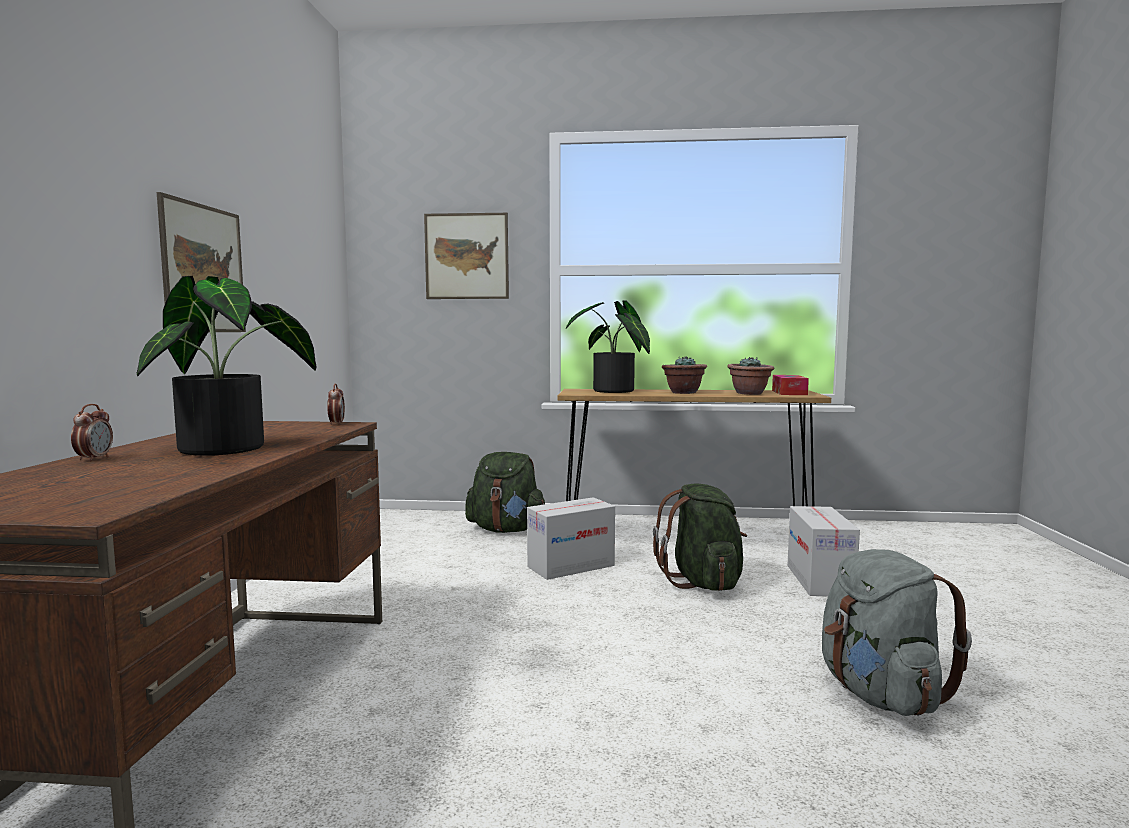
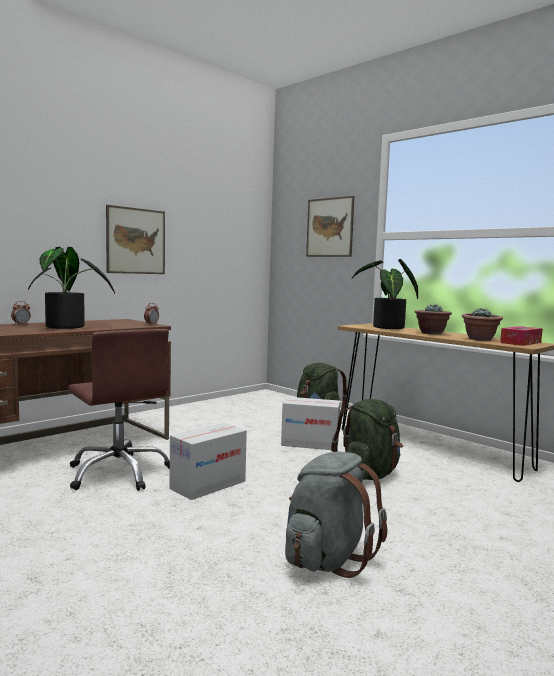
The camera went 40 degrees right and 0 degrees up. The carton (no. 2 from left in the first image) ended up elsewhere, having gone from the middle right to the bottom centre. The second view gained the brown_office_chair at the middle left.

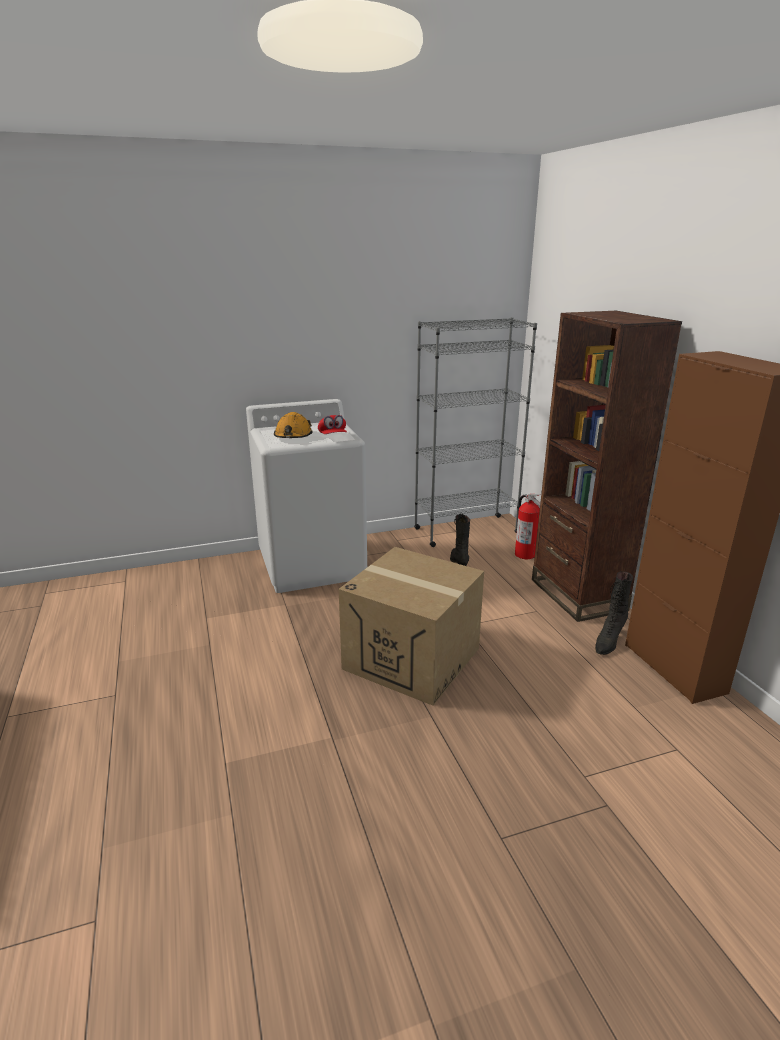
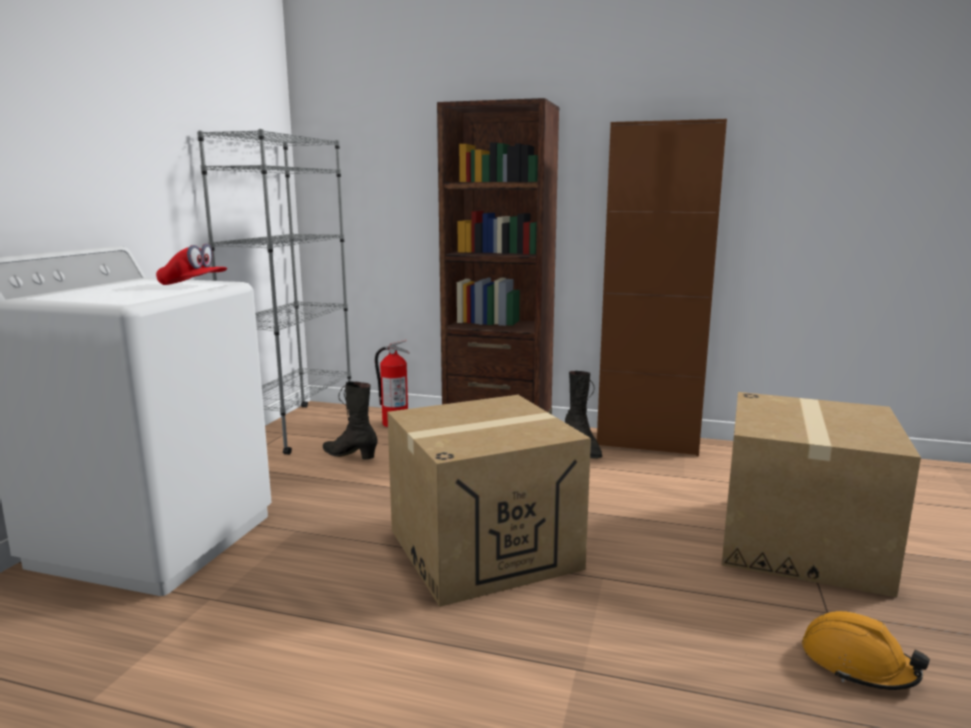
The camera went 55 degrees left and 10 degrees down. The orangey_hard_hat ended up elsewhere, having gone from the centre to the bottom right. The second view gained the carton (no. 2 from left) at the bottom right.

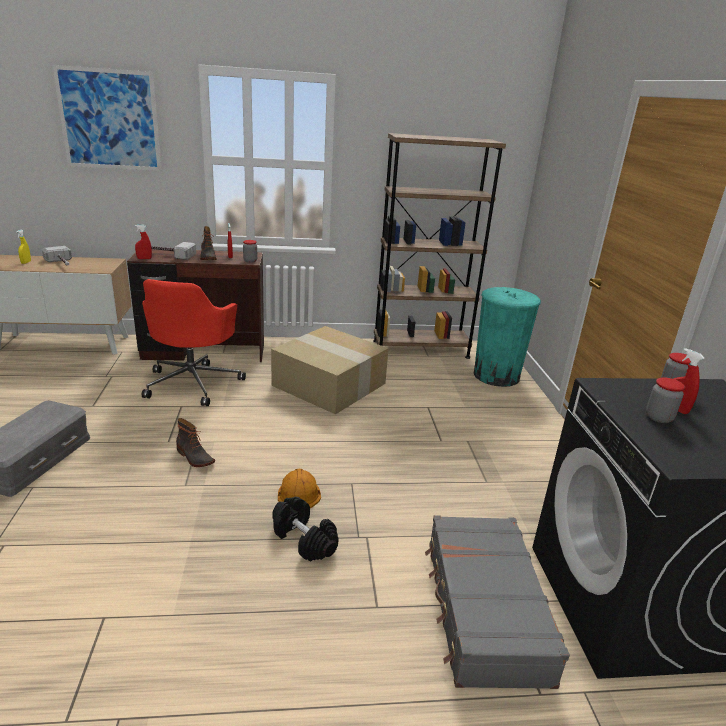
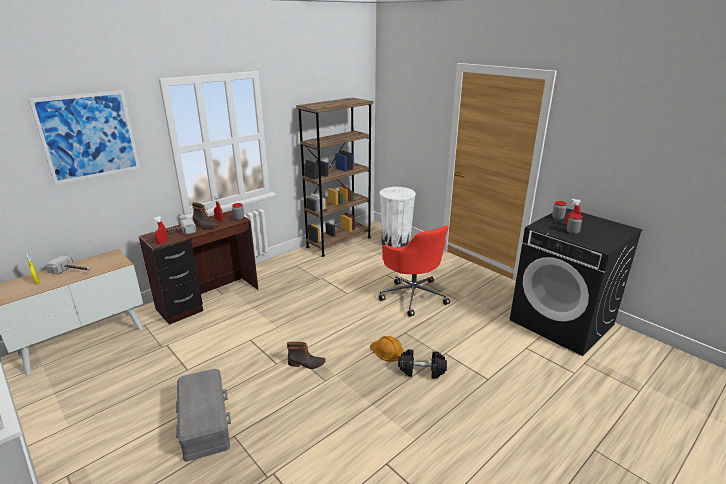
The camera went 35 degrees left and 0 degrees up. The reddish_office_chair ended up elsewhere, having gone from the middle left to the centre. What was the turquoise-coloured_rubbish_bin at the middle right turned into the white-coloured_rubbish_bin at the centre. The second view lost the carton at the centre. The second view lost the gray_suitcase at the bottom right.

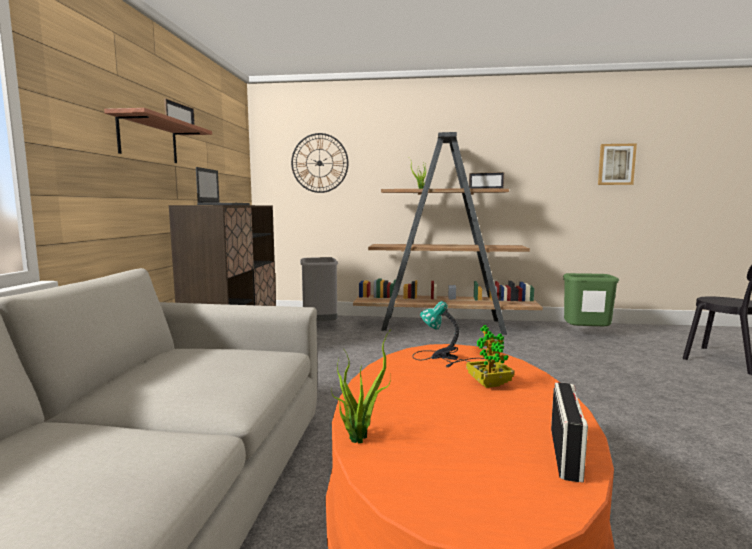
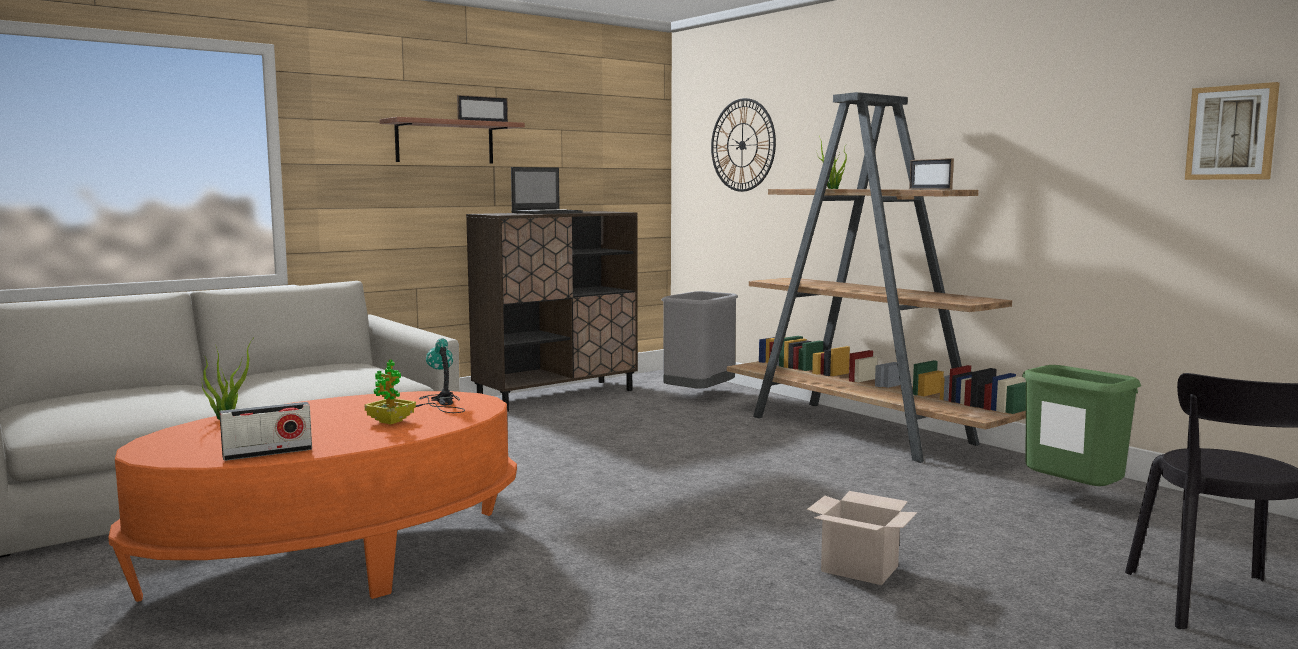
The camera went 45 degrees right and 0 degrees up. The second view gained the carton at the bottom centre.

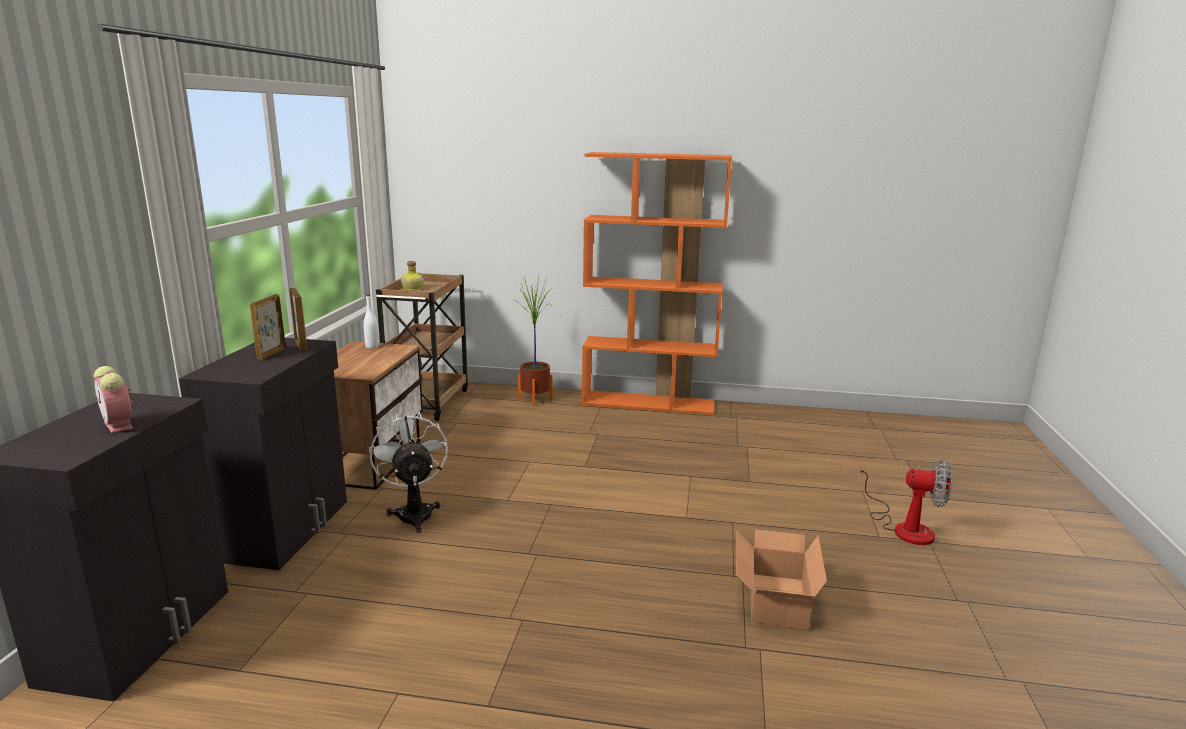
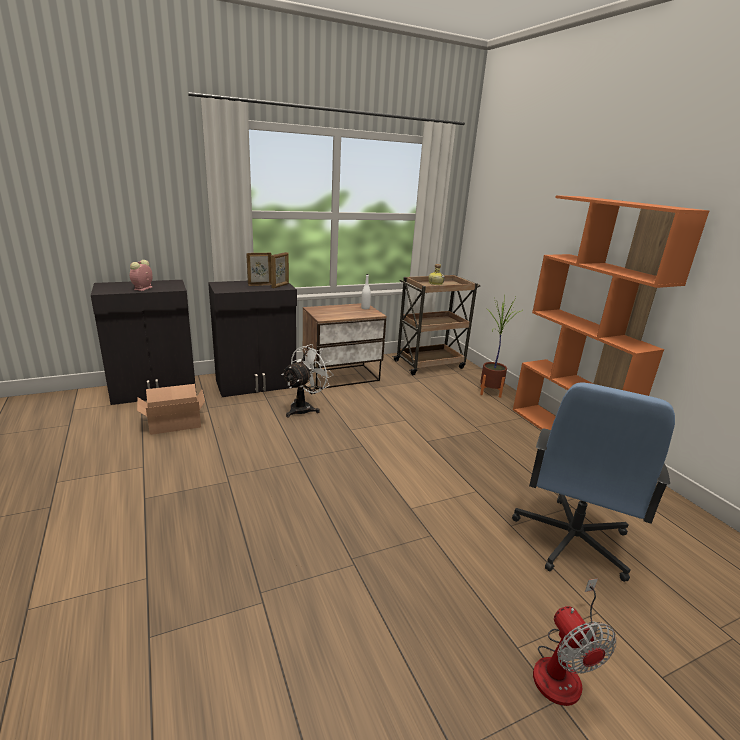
The camera went 55 degrees right and 5 degrees up. The carton ended up elsewhere, having gone from the bottom centre to the middle left. The second view gained the blue_office_chair at the middle right.

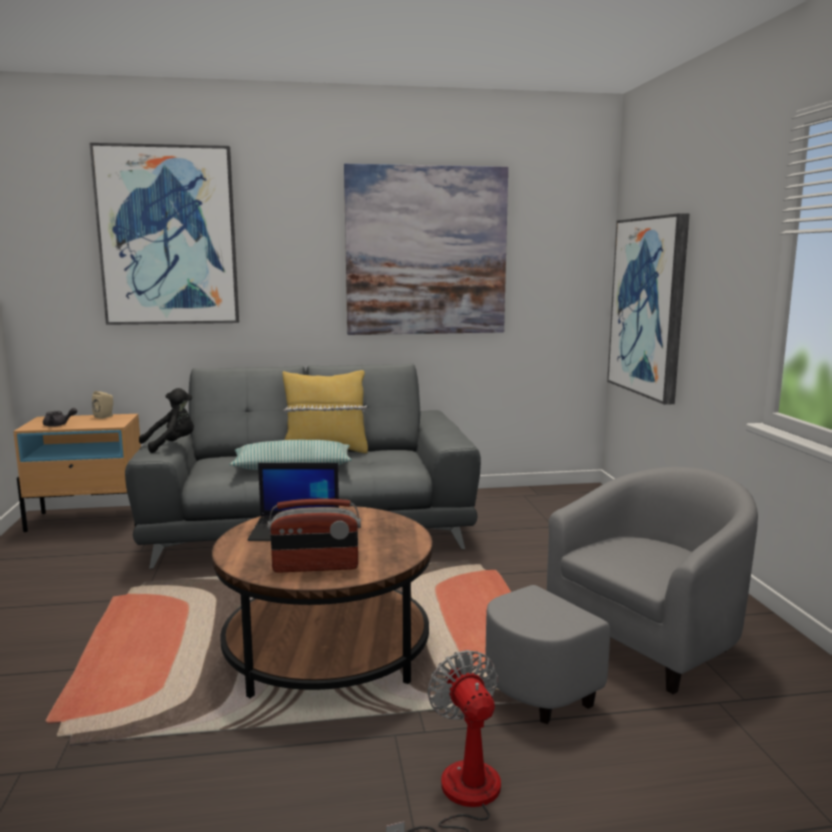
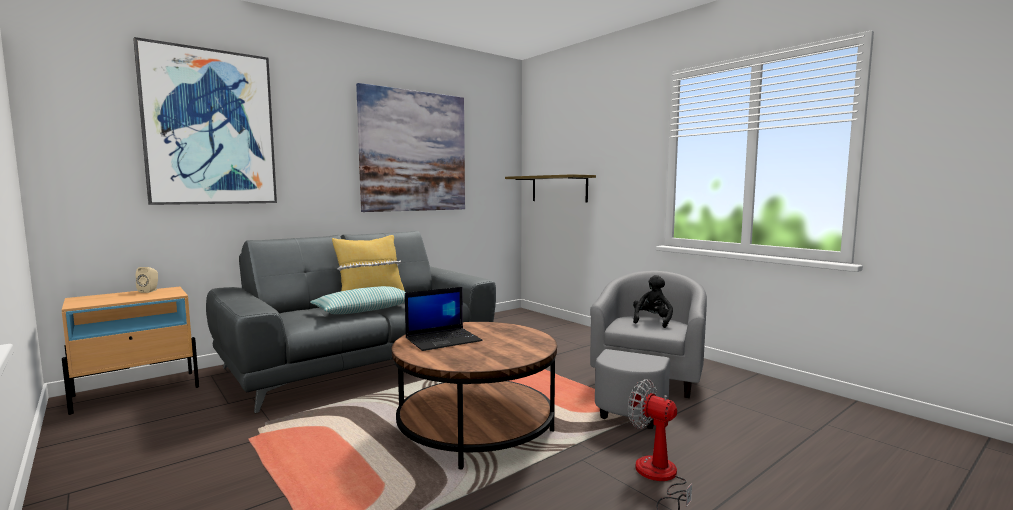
The camera went 30 degrees left and 5 degrees down. Where the wall_picture (no. 3 from left) hung at the middle right, the wall_shelf came to hang at the centre. The blackish_plush_toy ended up elsewhere, having gone from the middle left to the centre. The second view lost the gray_pot_for_tea at the middle left. The second view lost the radio_receiver at the centre.

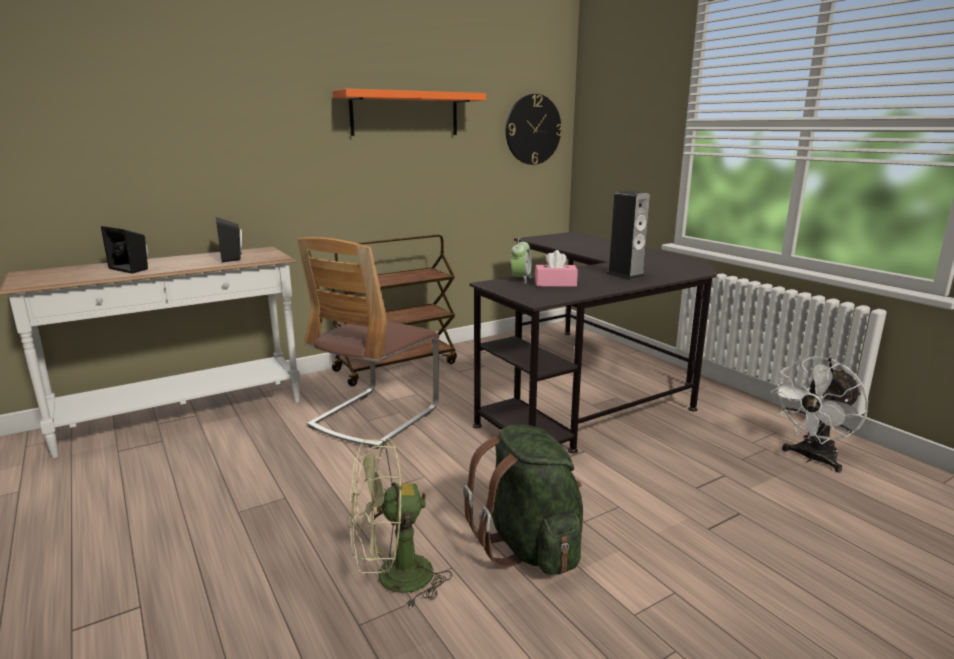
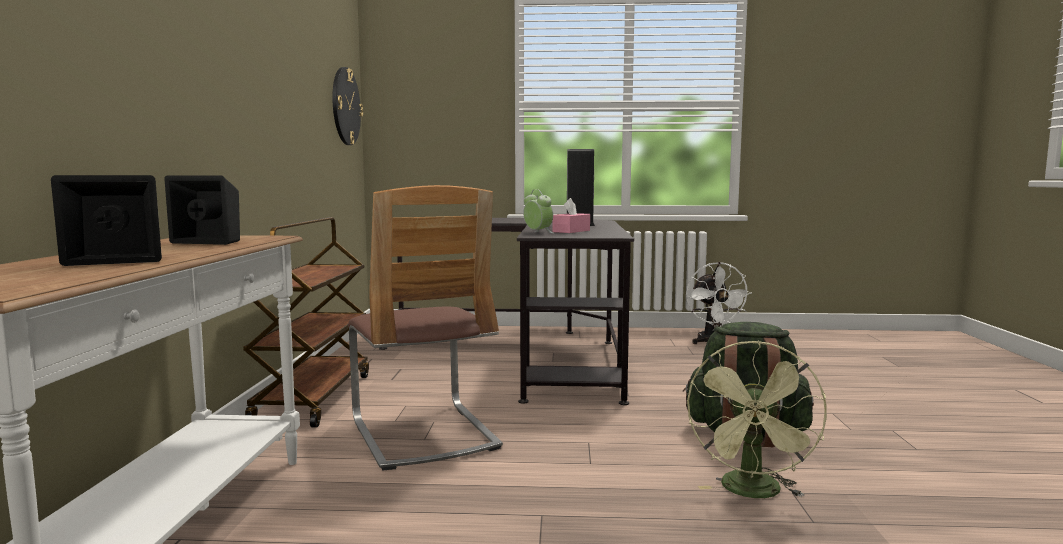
The camera went 55 degrees left and 10 degrees down. The second view lost the orangey_wall_shelf at the top centre.

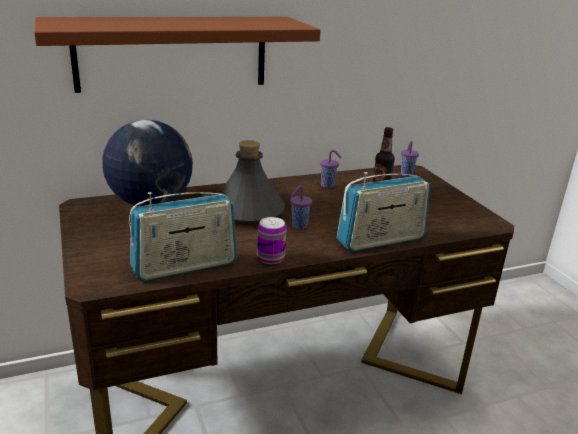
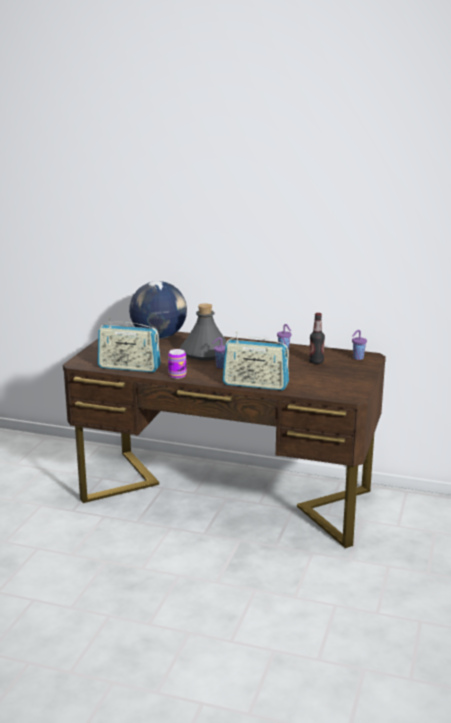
The camera went 40 degrees right and 5 degrees down. The second view lost the brown_wall_shelf at the top left.

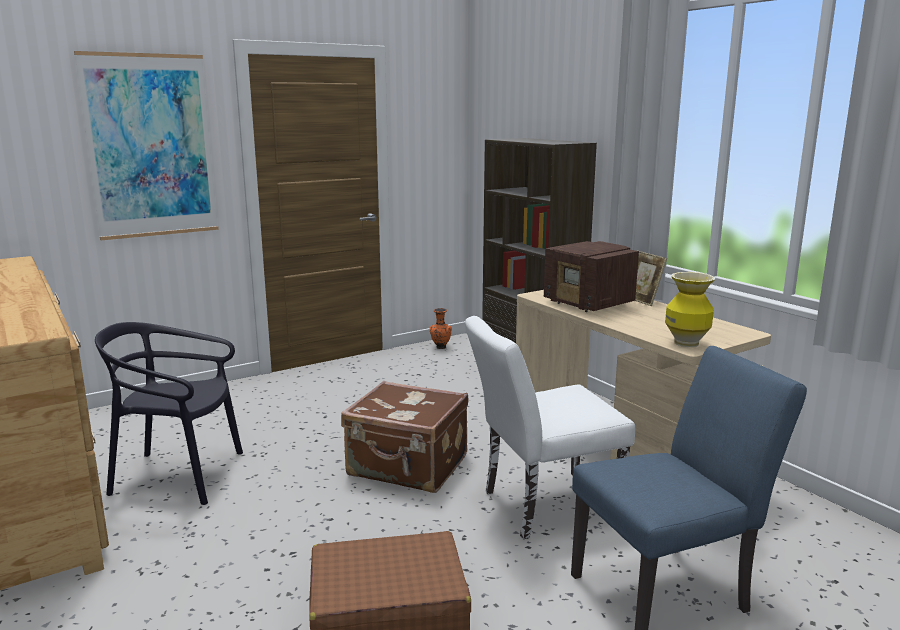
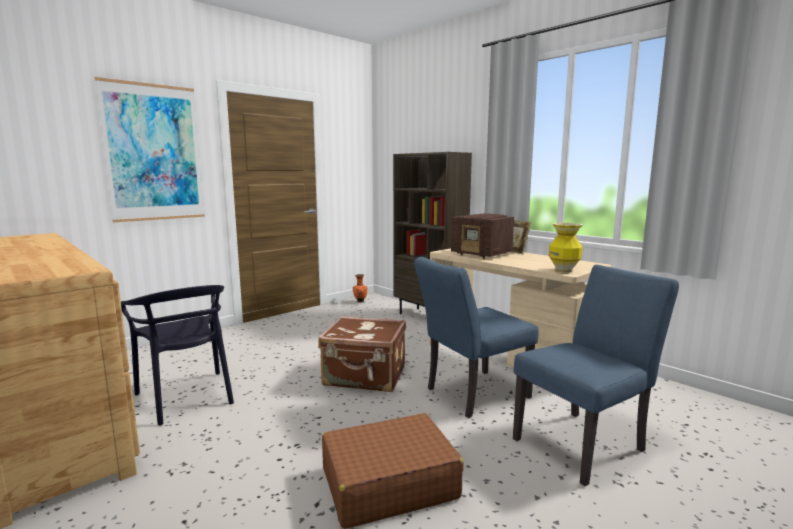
The camera went 10 degrees left and 5 degrees down. What was the white-coloured_upright_chair at the bottom centre turned into the blue_upright_chair (no. 1 from left) at the centre. The blackish_upright_chair at the middle left ended up facing another way, 120 degrees counterclockwise from before.

